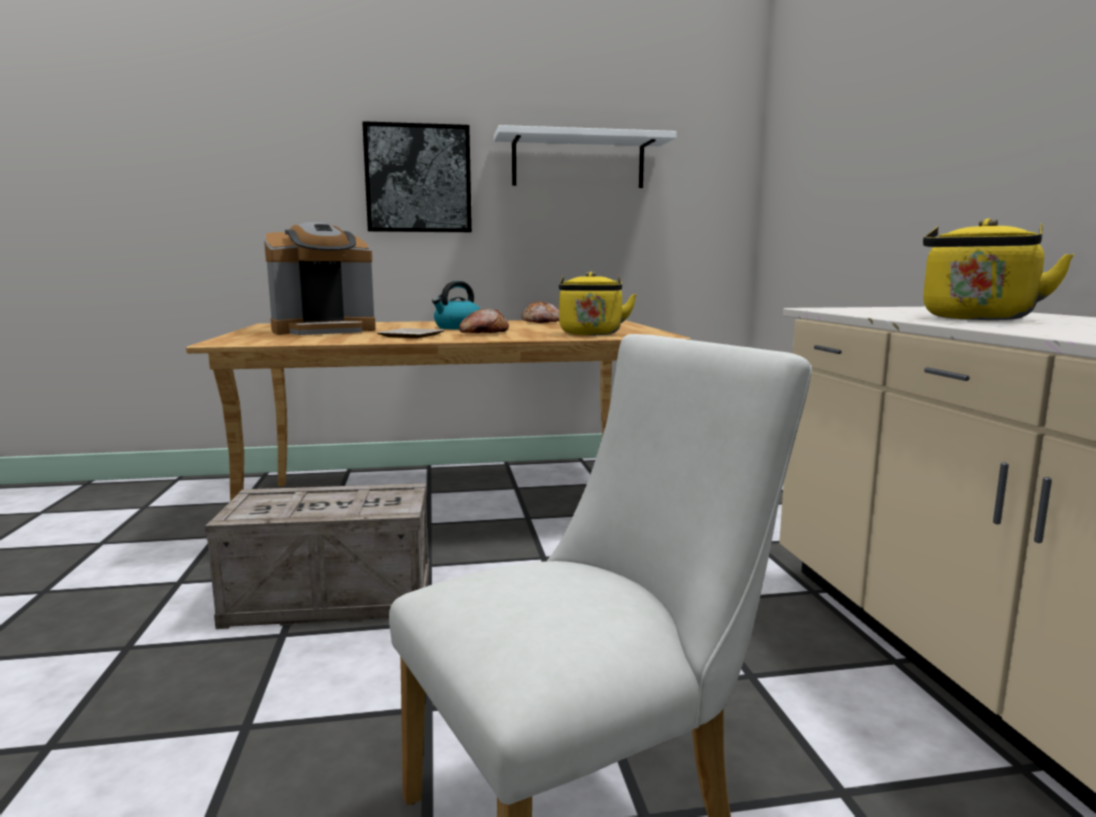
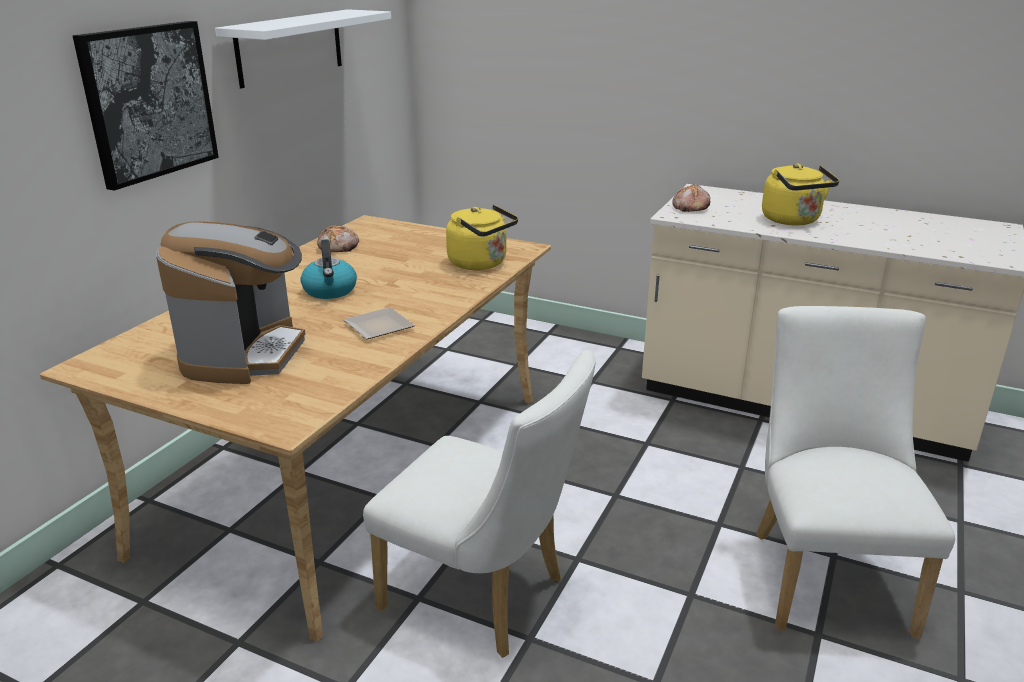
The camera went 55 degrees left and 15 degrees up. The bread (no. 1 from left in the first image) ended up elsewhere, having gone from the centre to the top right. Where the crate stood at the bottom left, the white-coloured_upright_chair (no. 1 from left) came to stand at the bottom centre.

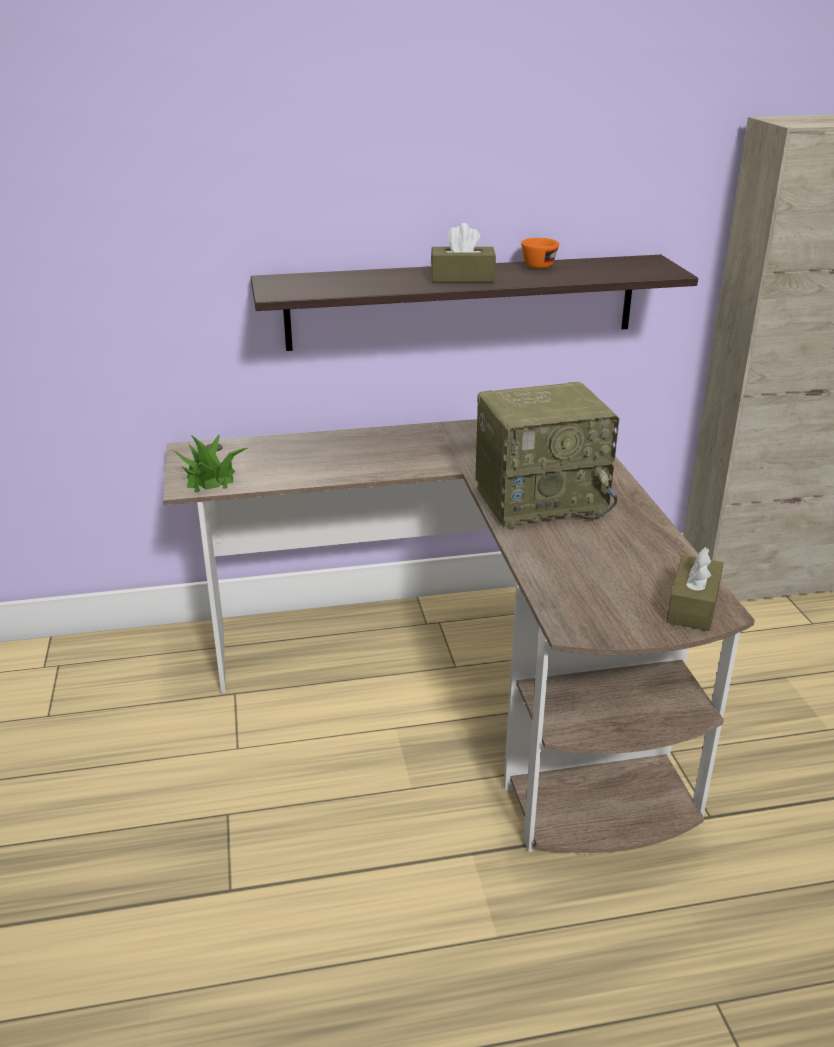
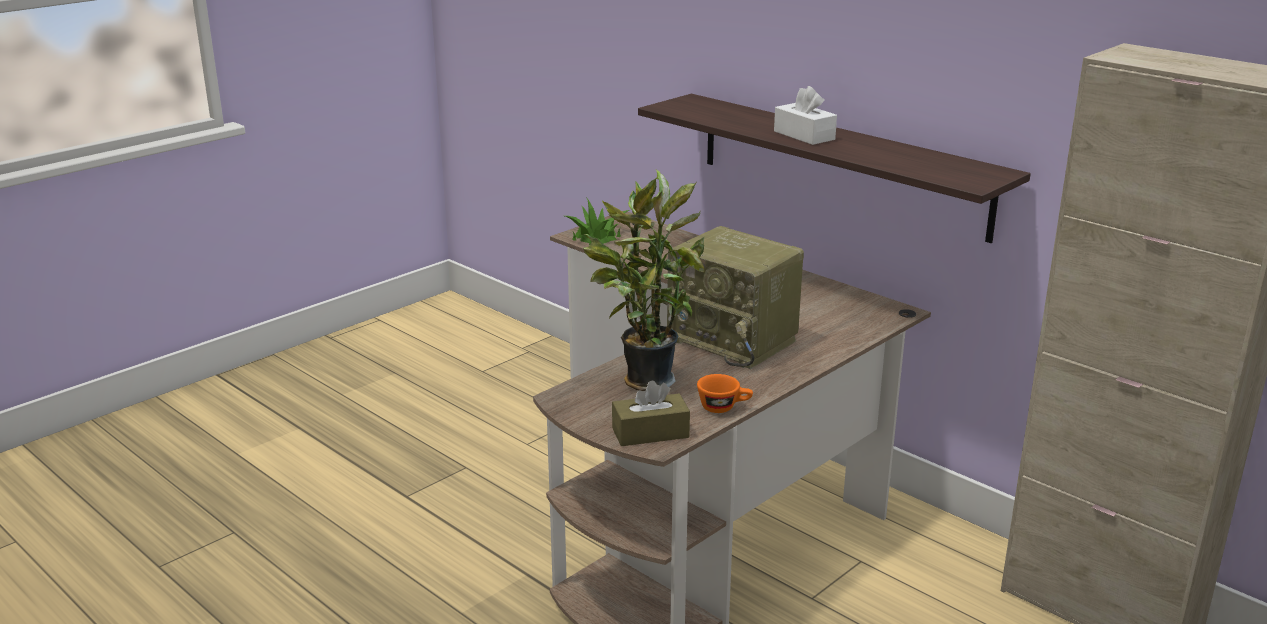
The camera went 55 degrees right and 5 degrees down. What was the brown_box_of_tissues (no. 1 from left) at the top centre turned into the white-coloured_box_of_tissues at the top centre. The orangey_small_cup ended up elsewhere, having gone from the top centre to the centre. The second view gained the plant_in_a_pot (no. 2 from left) at the centre.

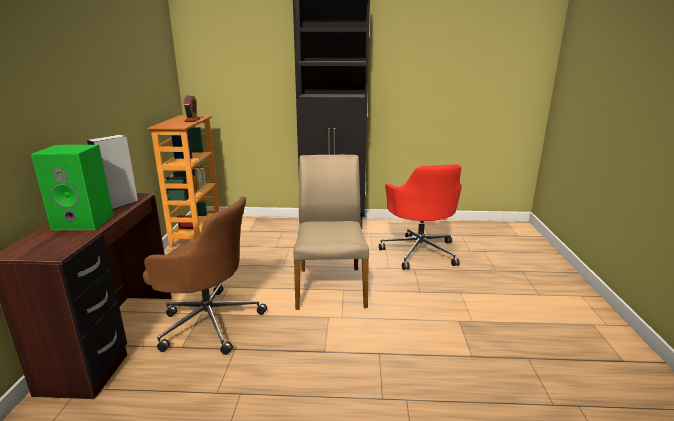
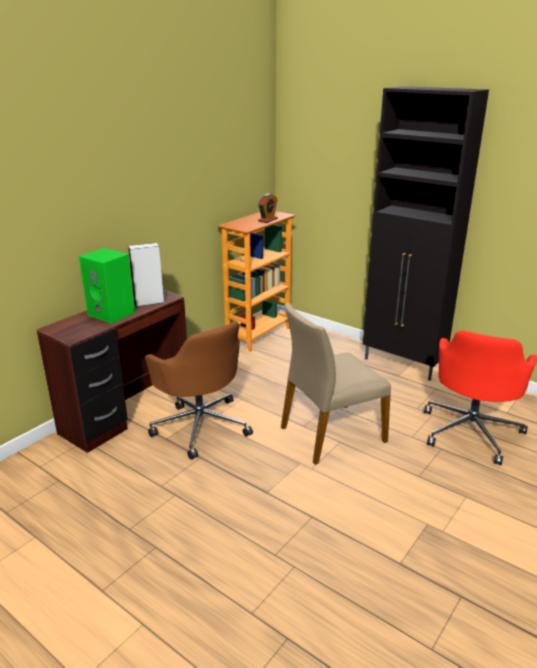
The camera went 35 degrees right and 5 degrees up. The beige_upright_chair at the centre ended up facing another way, 150 degrees counterclockwise from before.

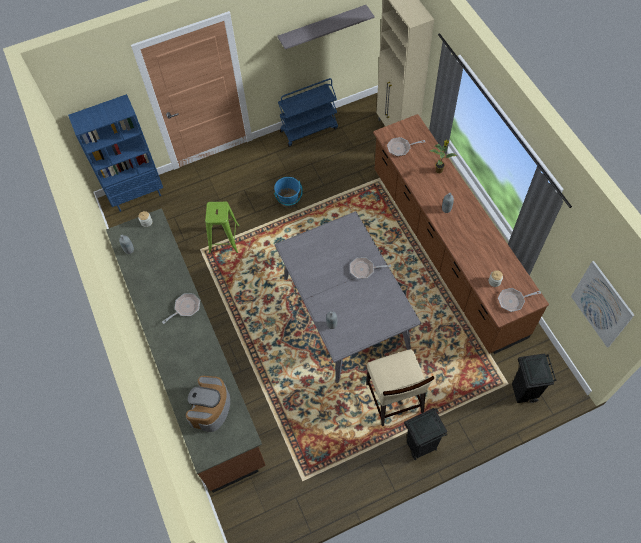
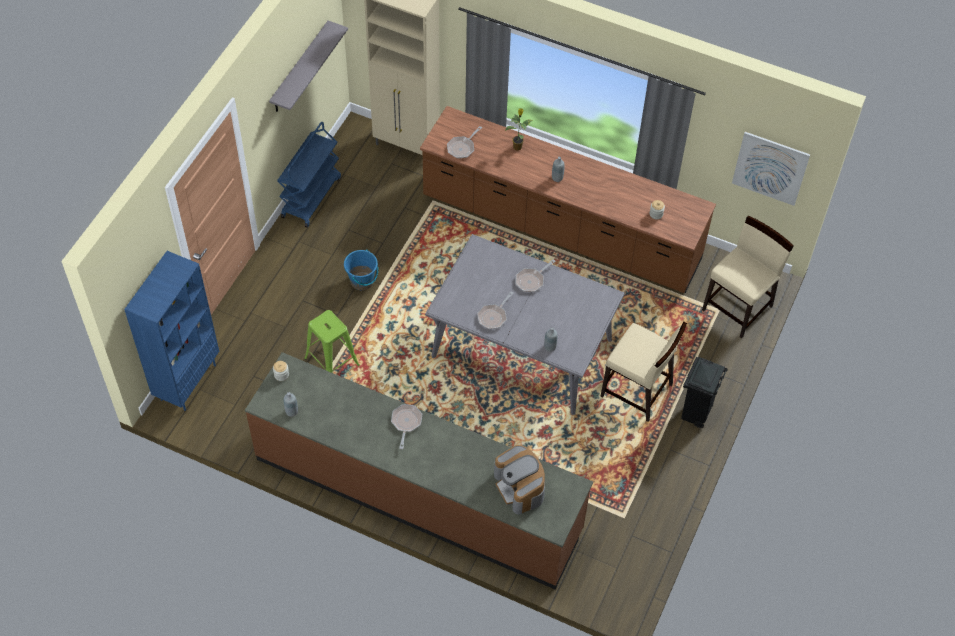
The camera went 45 degrees left and 5 degrees down. The frying_pan (no. 4 from left in the first image) ended up elsewhere, having gone from the middle right to the centre. Where the blackish_rubbish_bin (no. 2 from left) stood at the bottom right, the beige_upright_chair (no. 2 from left) came to stand at the middle right.

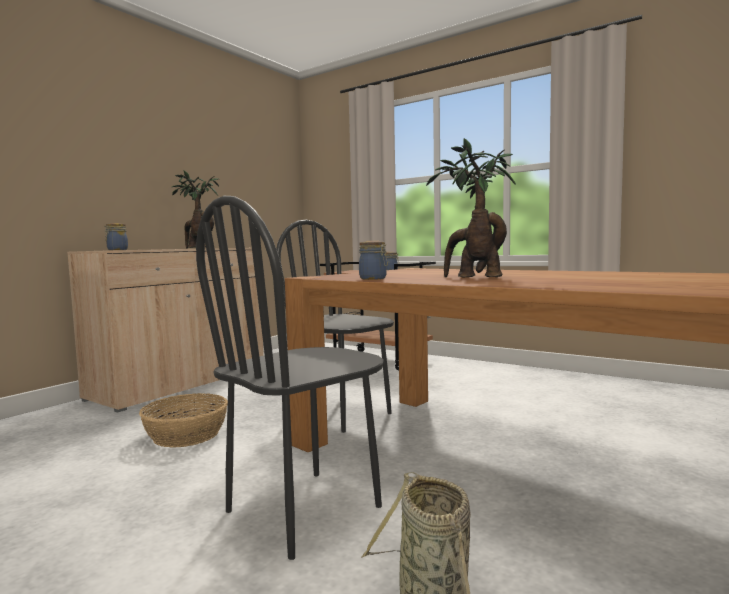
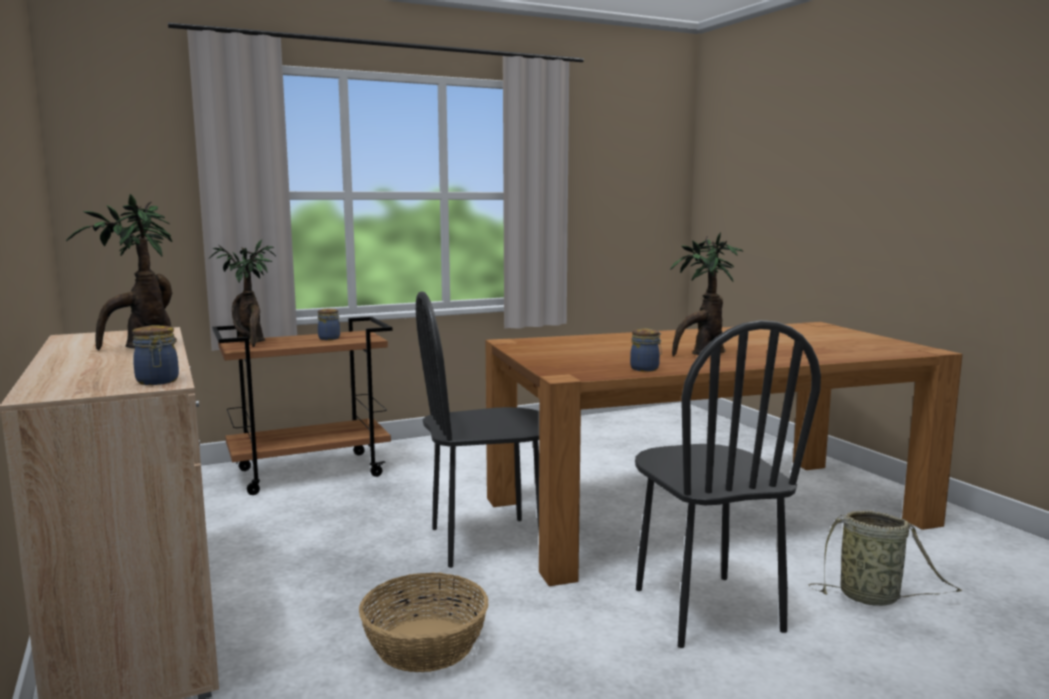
The camera went 60 degrees left and 5 degrees up. The second view gained the plant_in_a_pot (no. 2 from left) at the middle left.

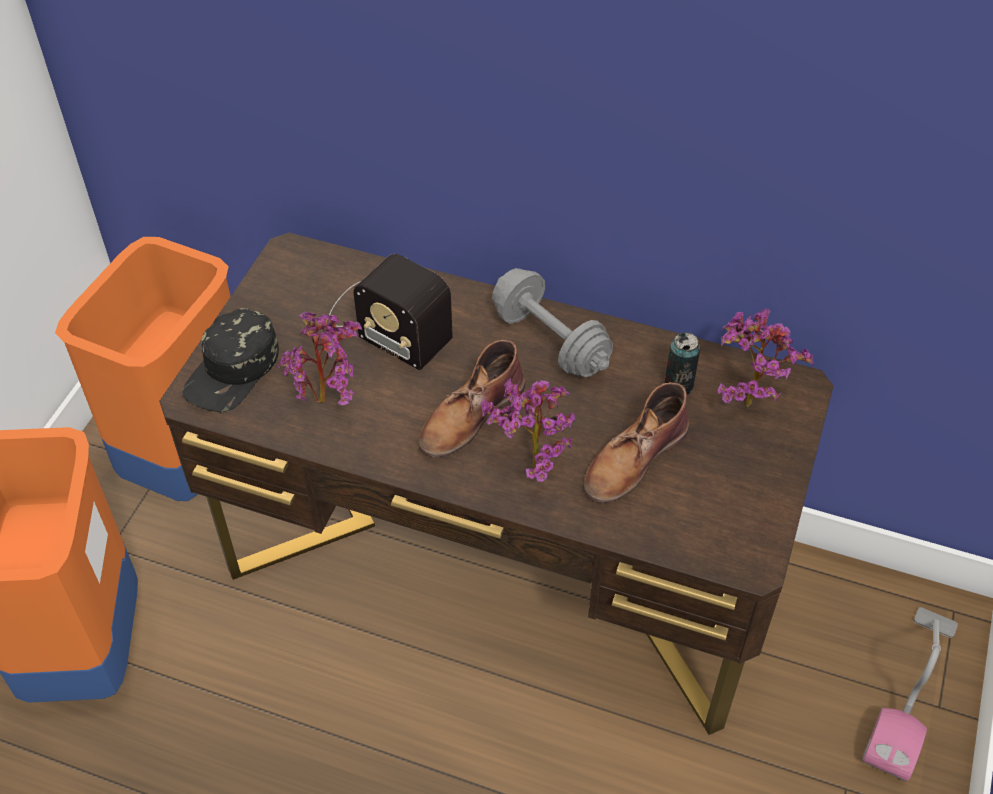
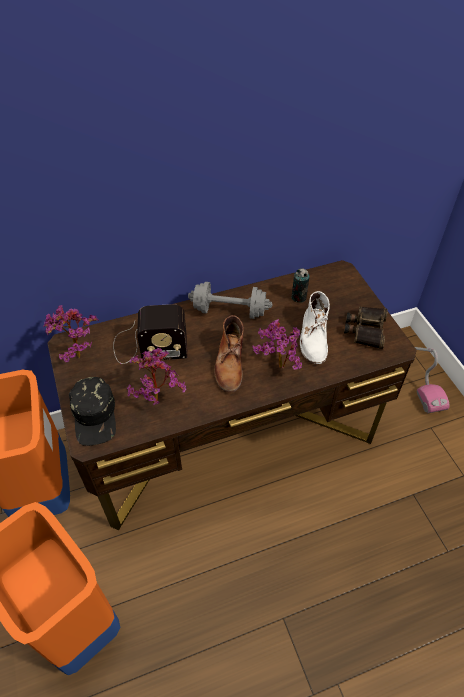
The camera went 40 degrees left and 0 degrees up. The plant_in_a_pot (no. 3 from left in the first image) ended up elsewhere, having gone from the middle right to the middle left. What was the brown_tall_boot (no. 2 from left) at the centre turned into the white-coloured_tall_boot at the middle right. The second view gained the field_glasses at the middle right.

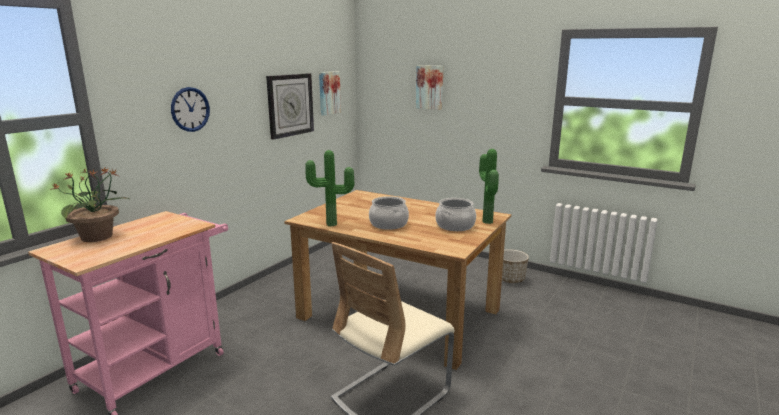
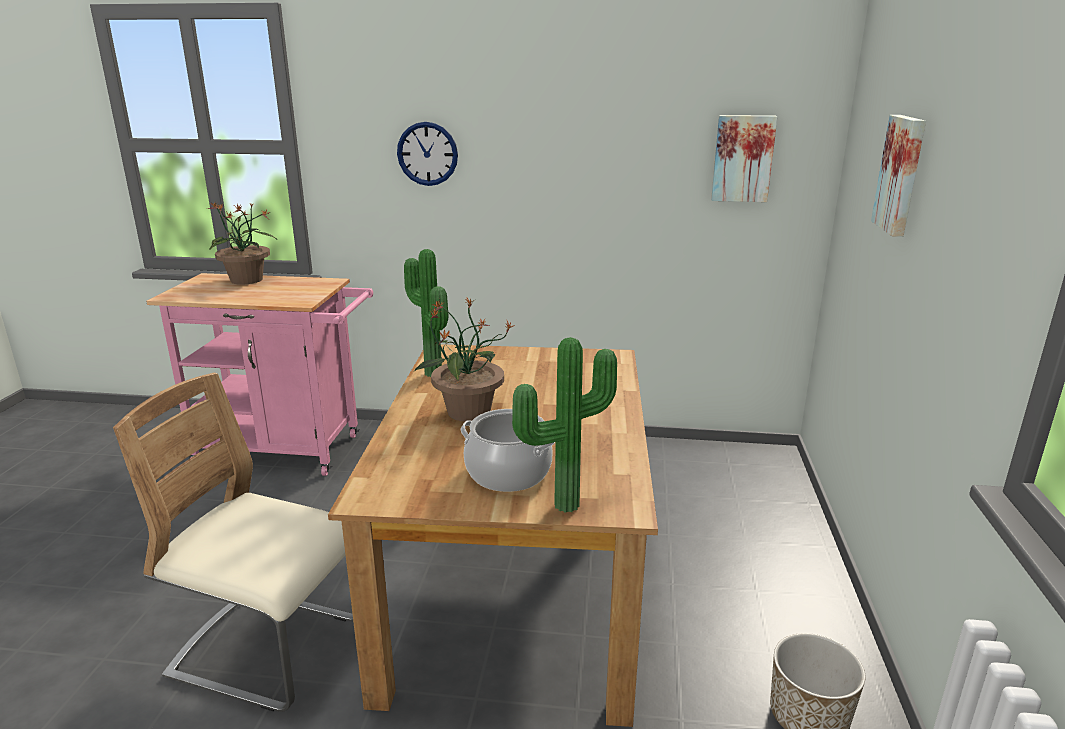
The camera went 65 degrees right and 5 degrees up. The second view lost the hanging_clock (no. 2 from left) at the top centre. Where the saucepot (no. 1 from left) stood at the centre, the plant_in_a_pot (no. 3 from left) came to stand at the centre.

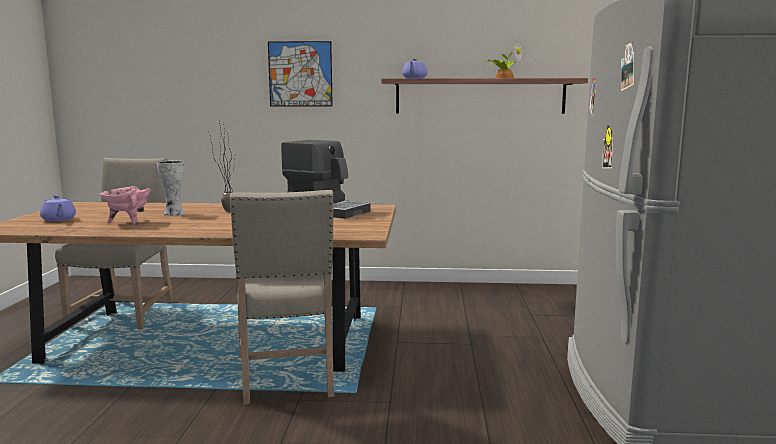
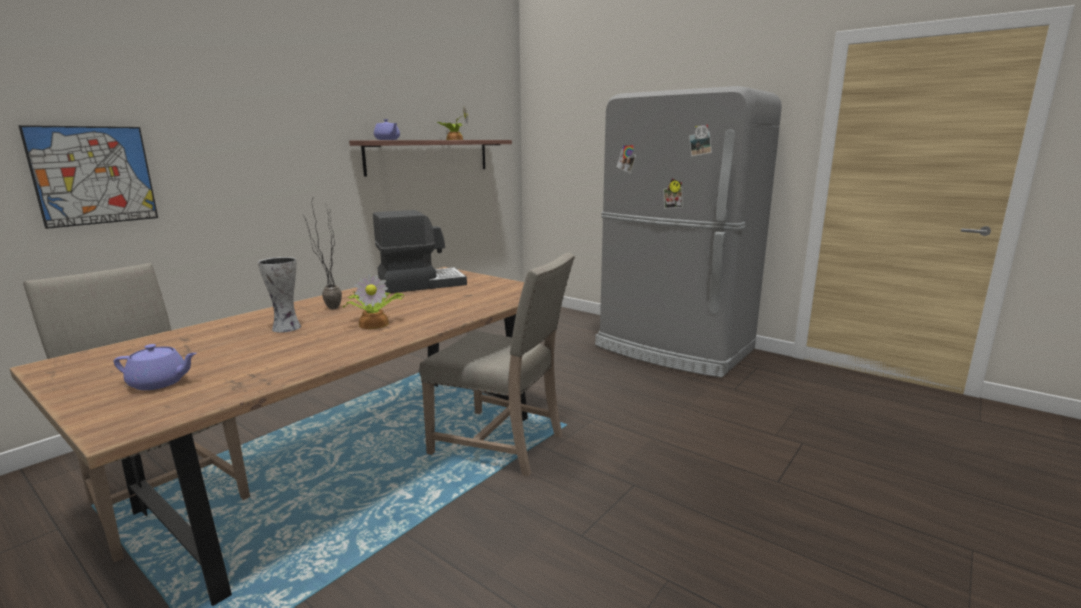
The camera went 55 degrees left and 5 degrees up. The wall_picture ended up elsewhere, having gone from the top centre to the top left. The second view lost the pink-coloured_saucepot at the middle left. The second view gained the plant_in_a_pot (no. 2 from left) at the centre.

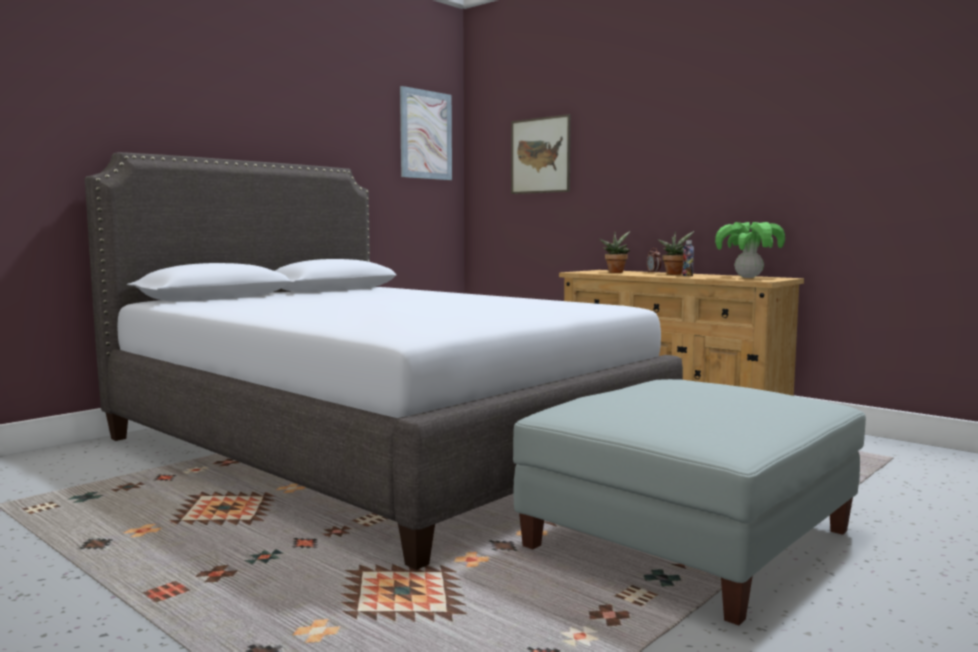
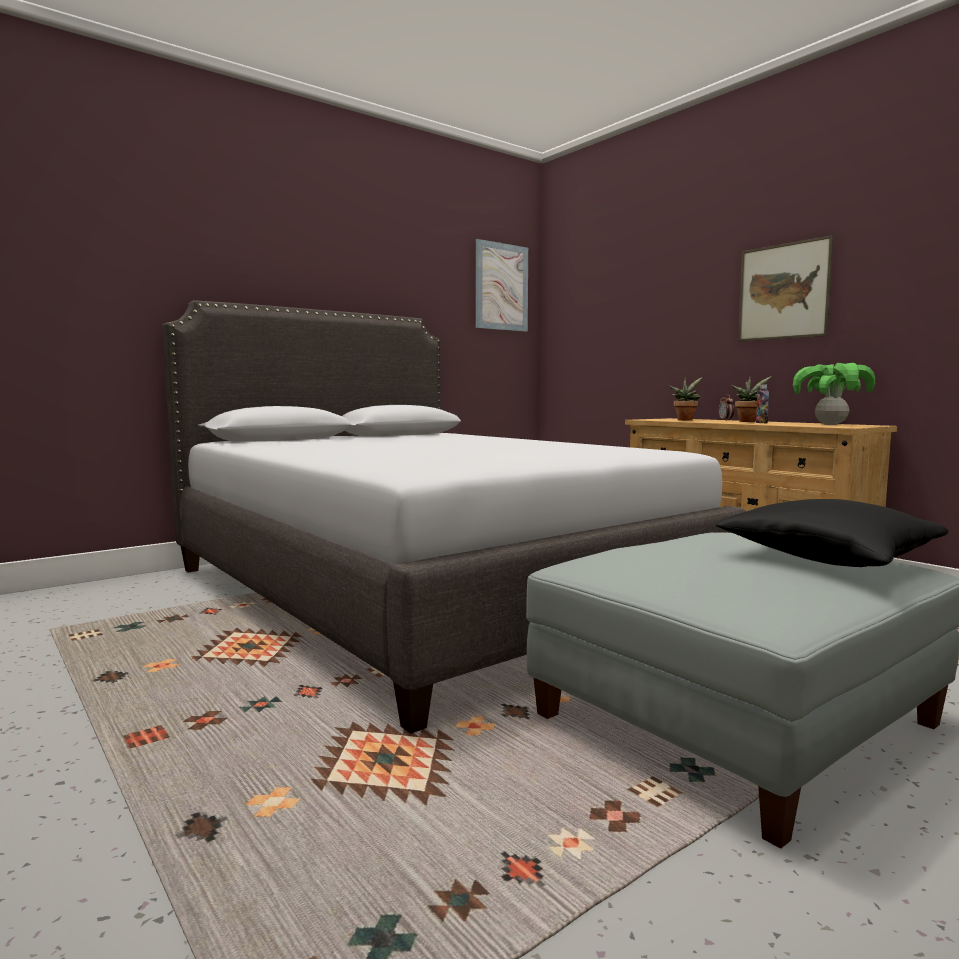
The camera went 10 degrees right and 0 degrees up. The wall_picture (no. 2 from left) ended up elsewhere, having gone from the top centre to the top right. The second view gained the blackish_throw_pillow at the middle right.

